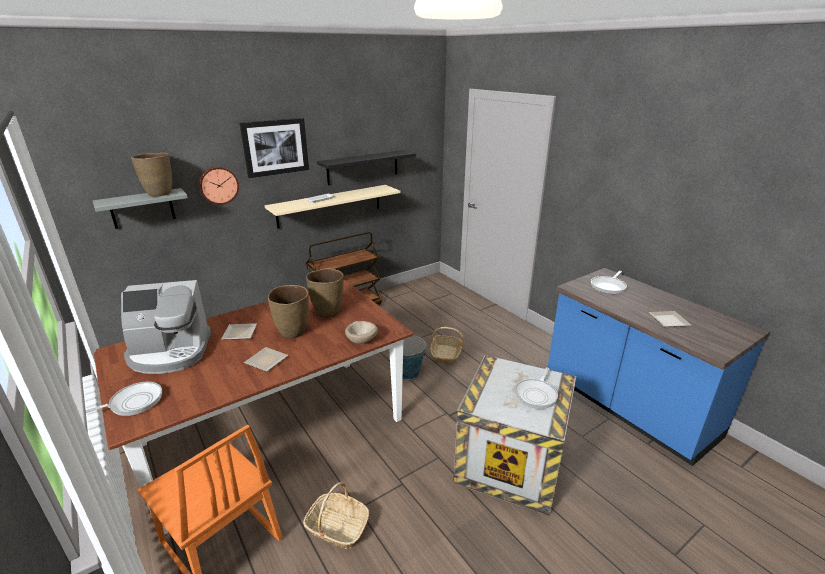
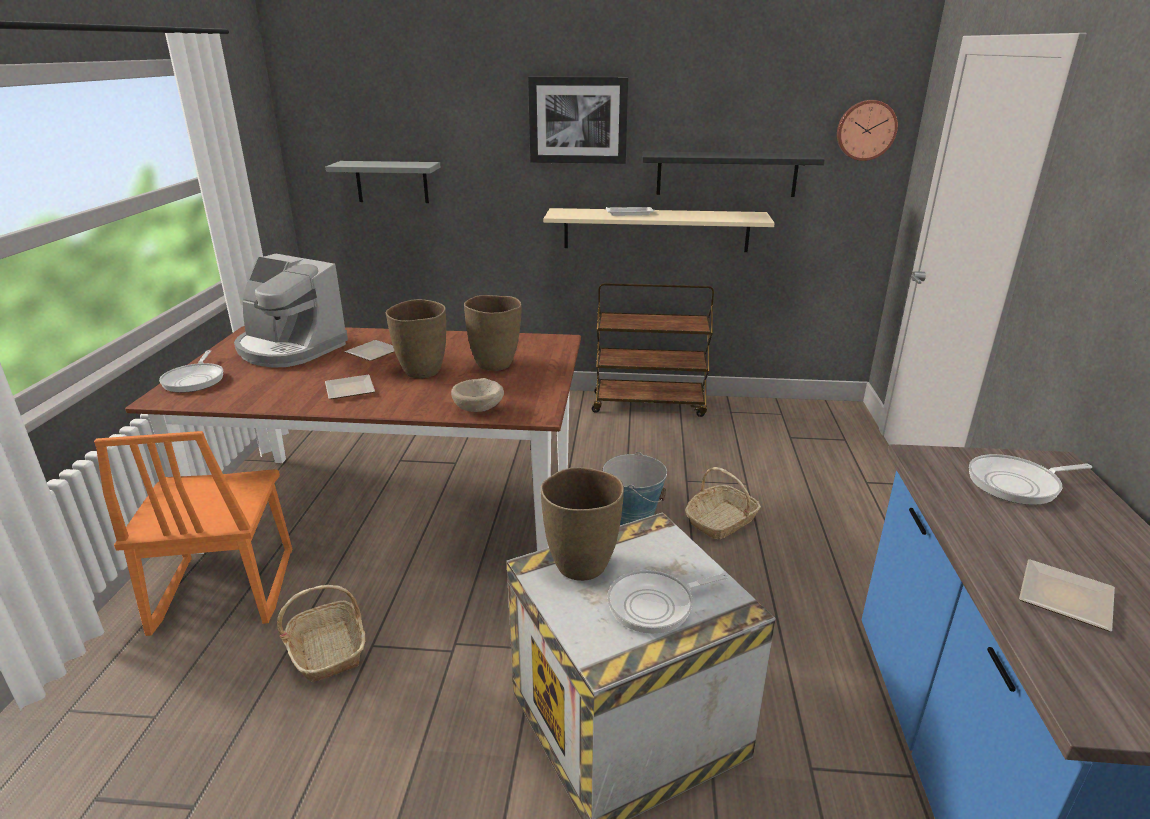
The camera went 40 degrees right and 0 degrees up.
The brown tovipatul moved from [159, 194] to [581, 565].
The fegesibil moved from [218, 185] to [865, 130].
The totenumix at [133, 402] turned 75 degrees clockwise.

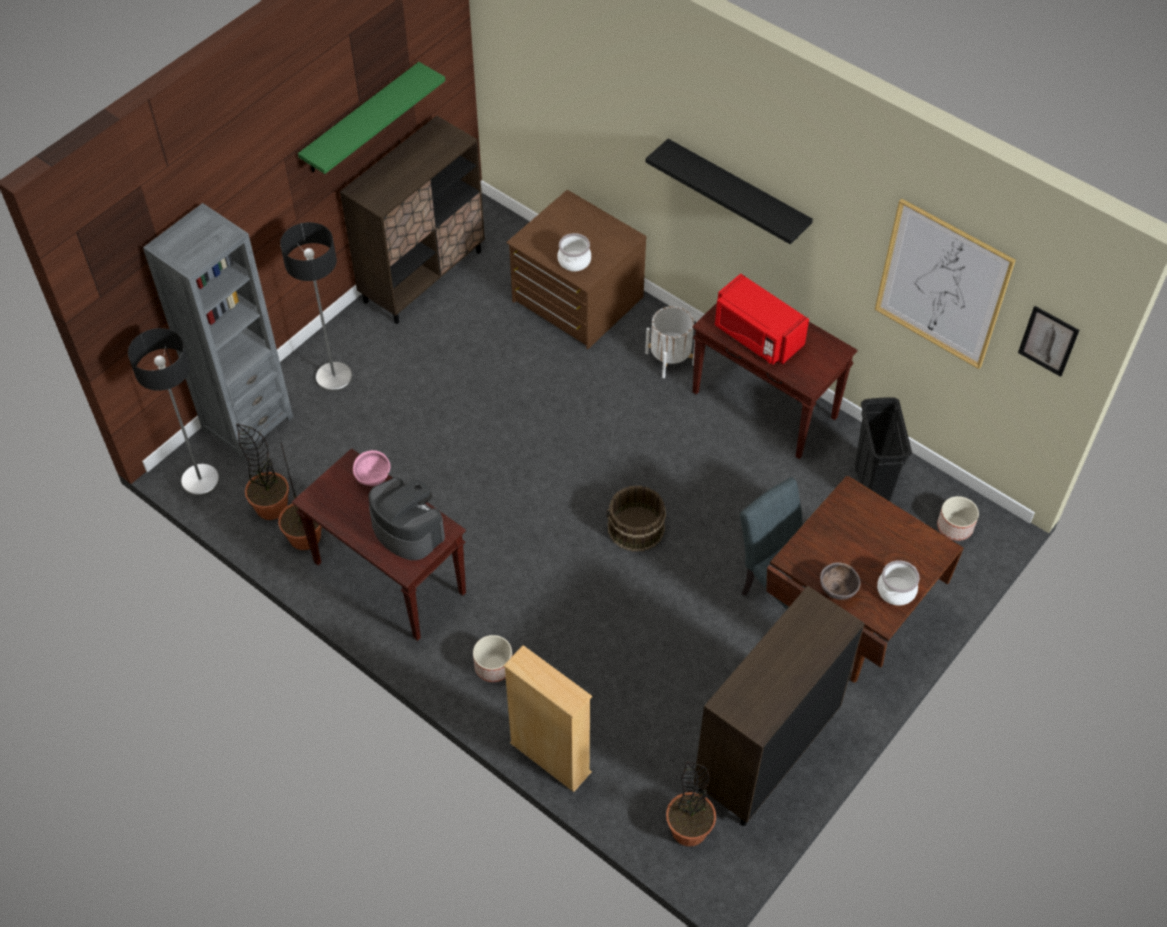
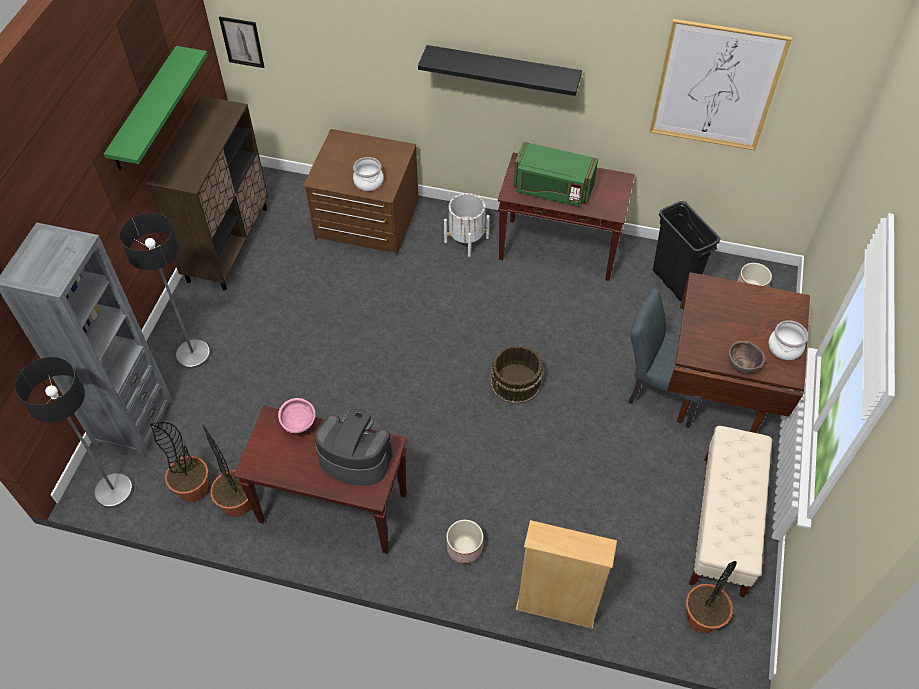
The camera went 25 degrees left and 0 degrees up.
The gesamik moved from [1048, 341] to [242, 42].
The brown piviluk at [766, 753] was replaced by the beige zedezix at [723, 525].
The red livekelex at [757, 336] became the green livekelex at [552, 189].

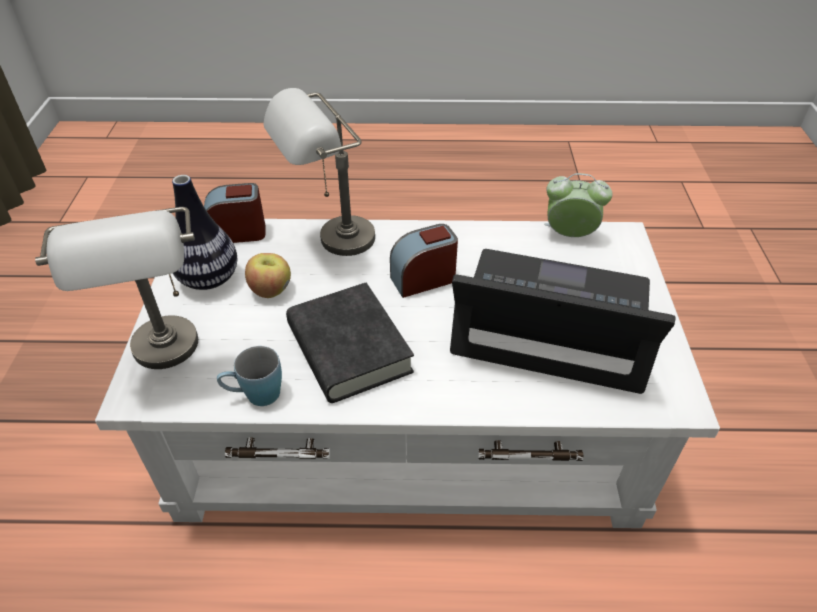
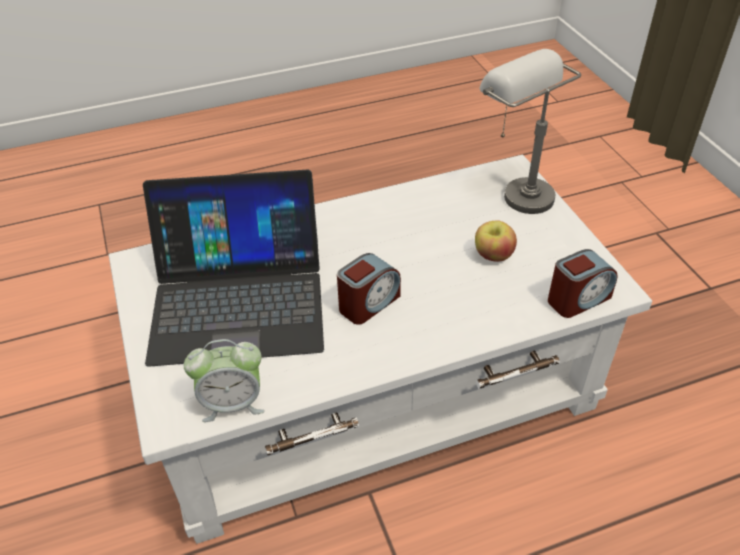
The camera went 160 degrees right and 0 degrees up.
The tovipatul at [209, 279] disappeared.
The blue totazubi at [255, 395] disappeared.
The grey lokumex at [330, 245] disappeared.
The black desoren at [349, 349] disappeared.

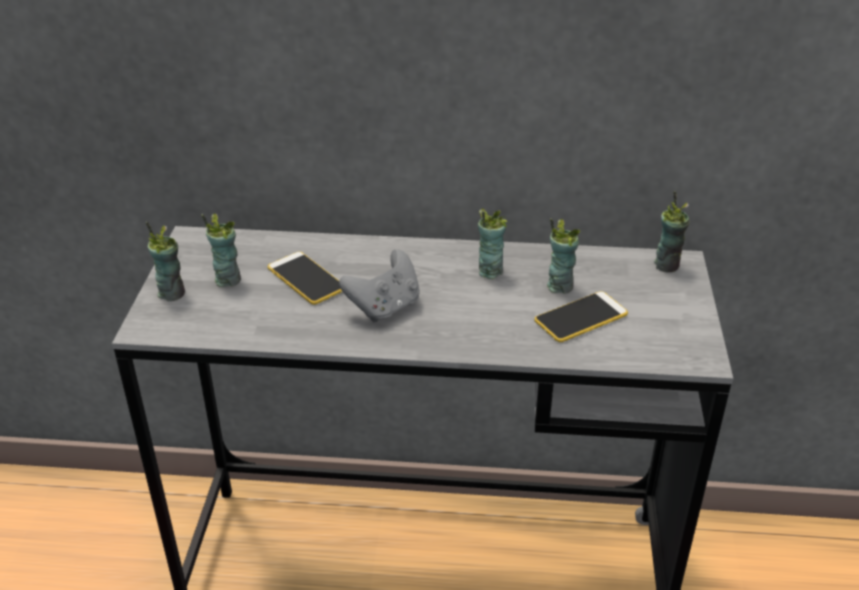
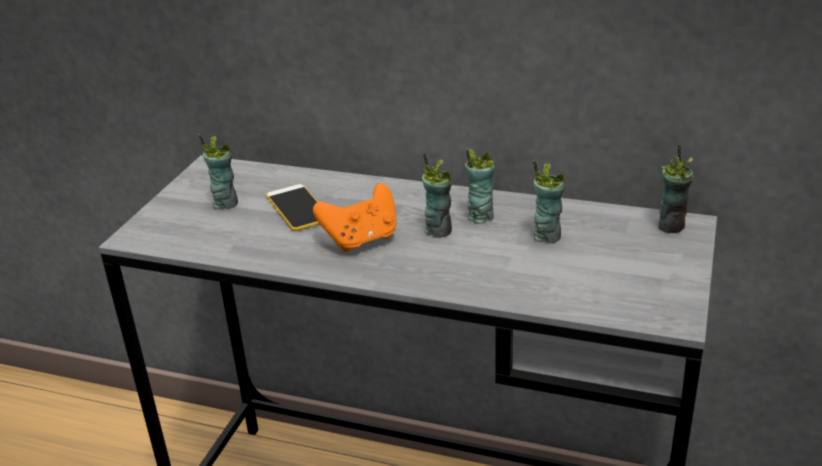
The camera went 15 degrees right and 5 degrees down.
The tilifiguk at [581, 317] disappeared.
The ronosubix moved from [172, 293] to [438, 230].
The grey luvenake at [385, 307] became the orange luvenake at [361, 239].

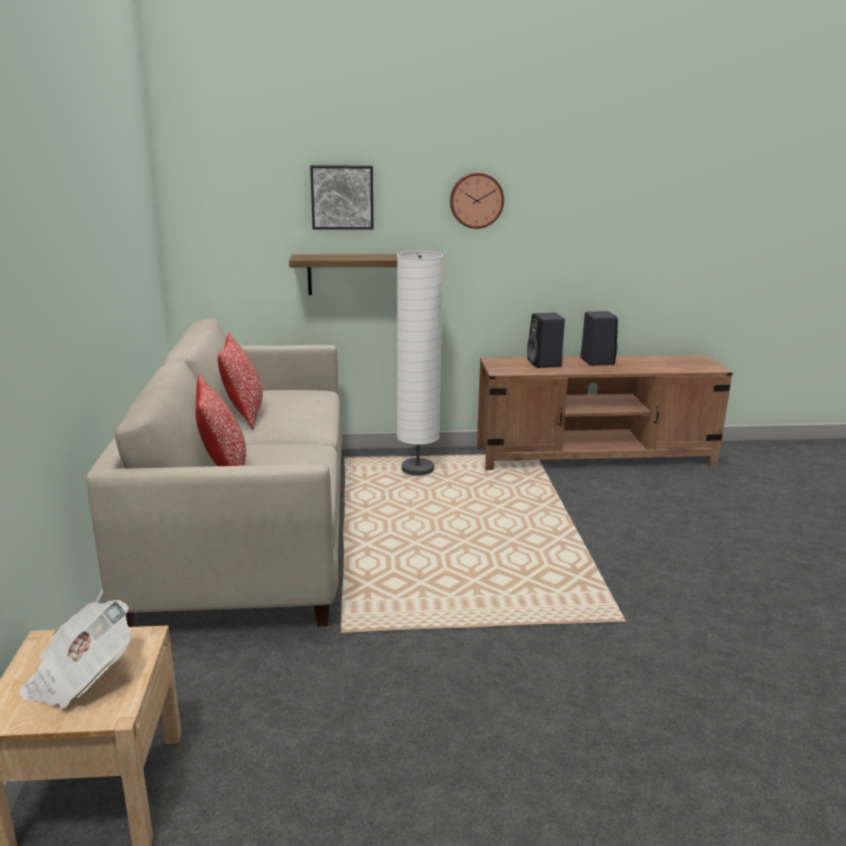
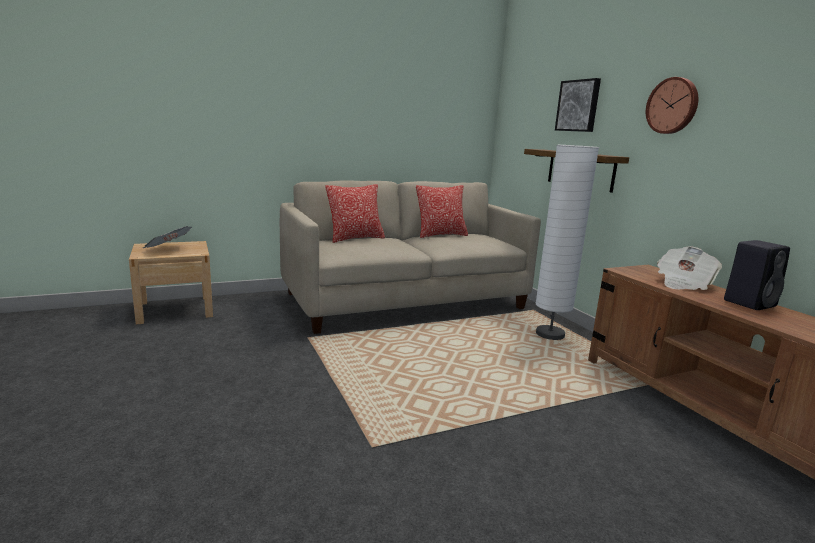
The camera went 70 degrees right and 5 degrees down.
The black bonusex at [545, 364] was replaced by the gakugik at [683, 283].

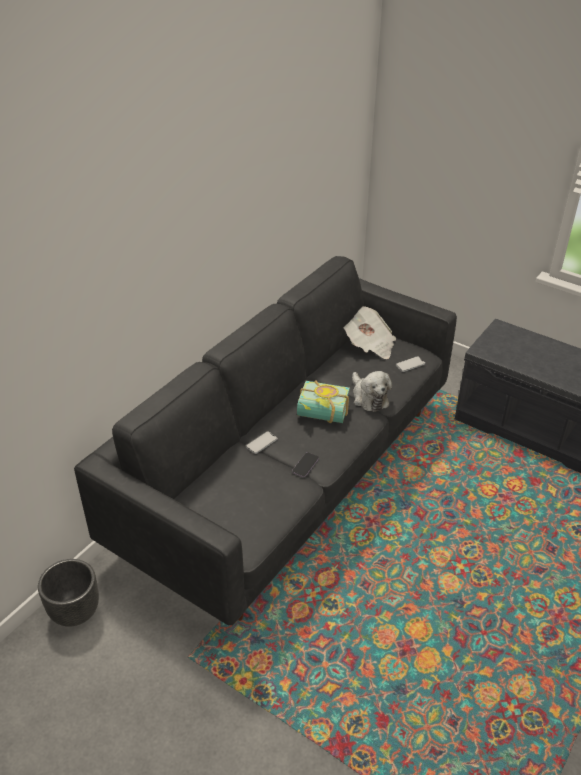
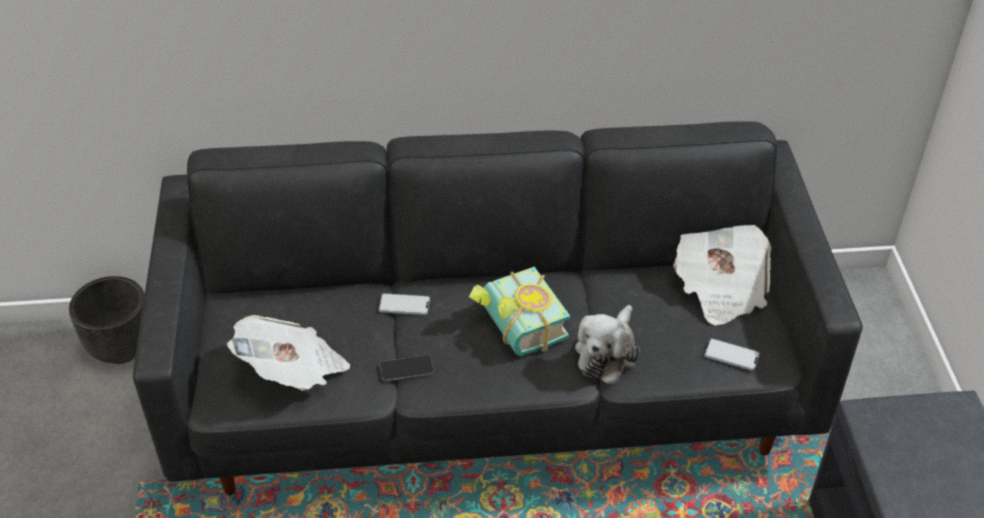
The camera went 50 degrees right and 5 degrees up.
The gakugik at [293, 371] appeared.

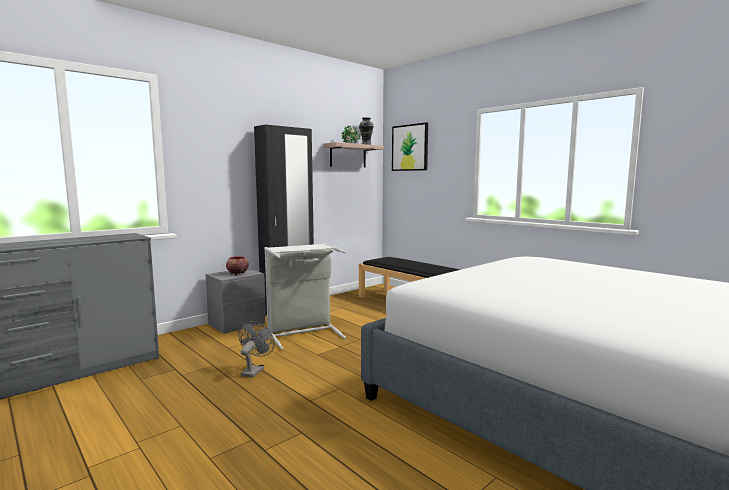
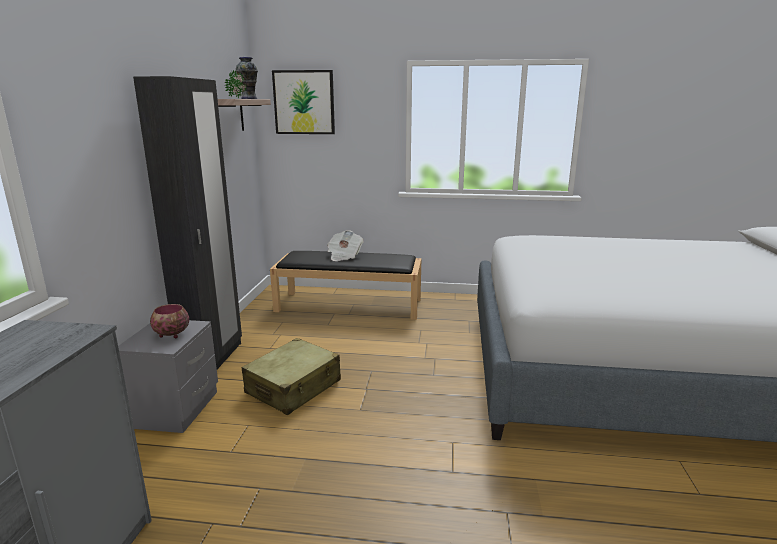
The camera went 40 degrees left and 10 degrees up.
The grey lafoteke at [254, 370] disappeared.
The gakugik at [344, 256] appeared.
The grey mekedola at [303, 333] was replaced by the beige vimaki at [294, 387].

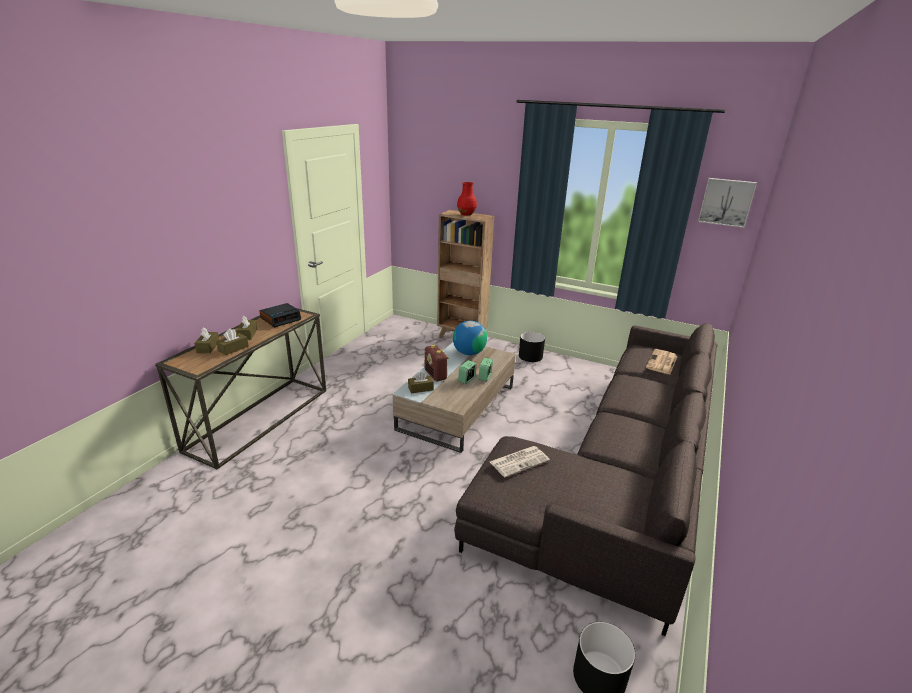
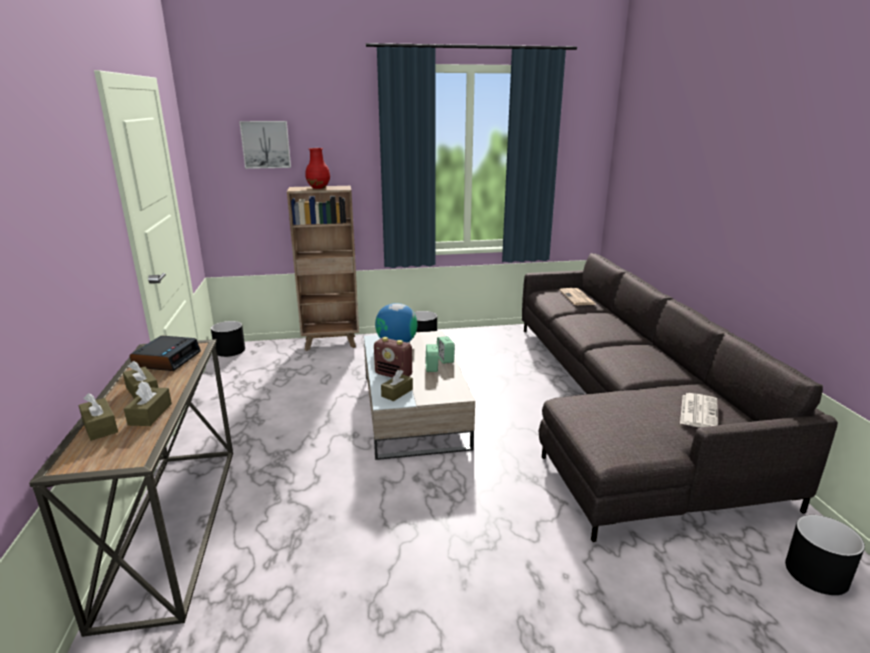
The camera went 35 degrees left and 5 degrees down.
The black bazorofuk at [230, 351] appeared.
The gakugik moved from [519, 461] to [698, 411].
The gesamik moved from [726, 202] to [266, 144].

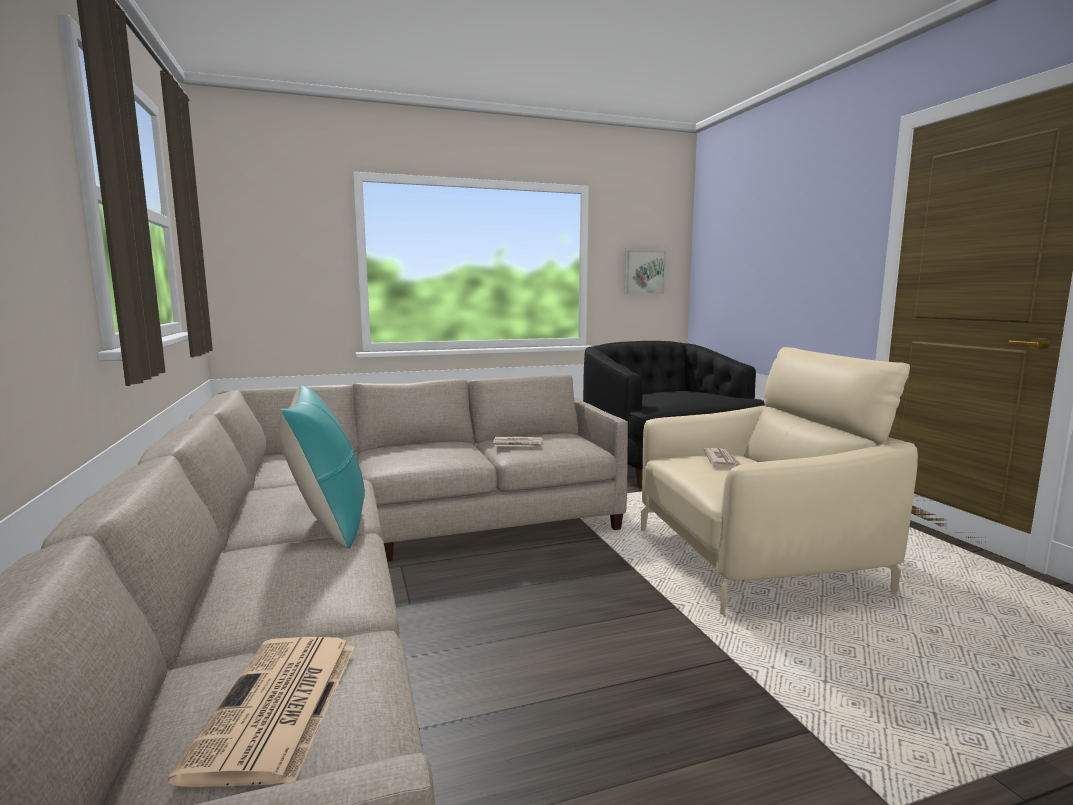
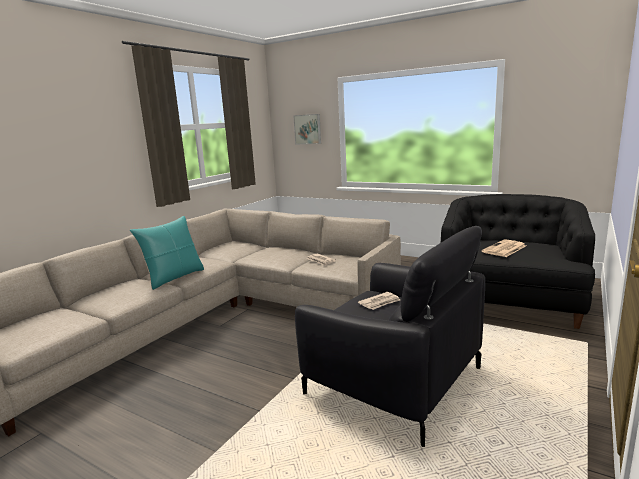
The camera went 50 degrees right and 5 degrees up.
The gakugik moved from [277, 708] to [504, 249].
The gesamik moved from [643, 272] to [308, 129].
The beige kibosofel at [753, 560] became the black kibosofel at [393, 381].

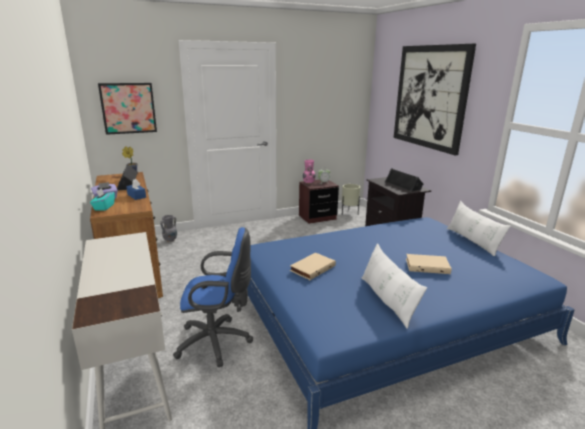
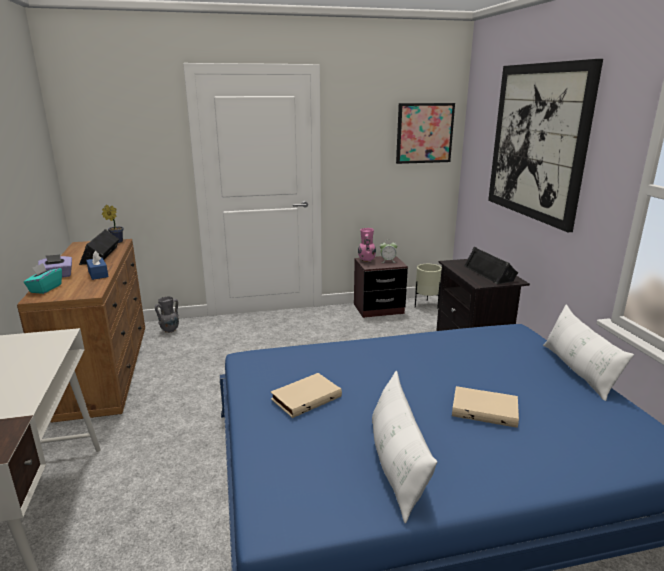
The camera went 10 degrees right and 0 degrees up.
The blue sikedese at [217, 342] disappeared.
The gesamik moved from [128, 108] to [424, 133].

